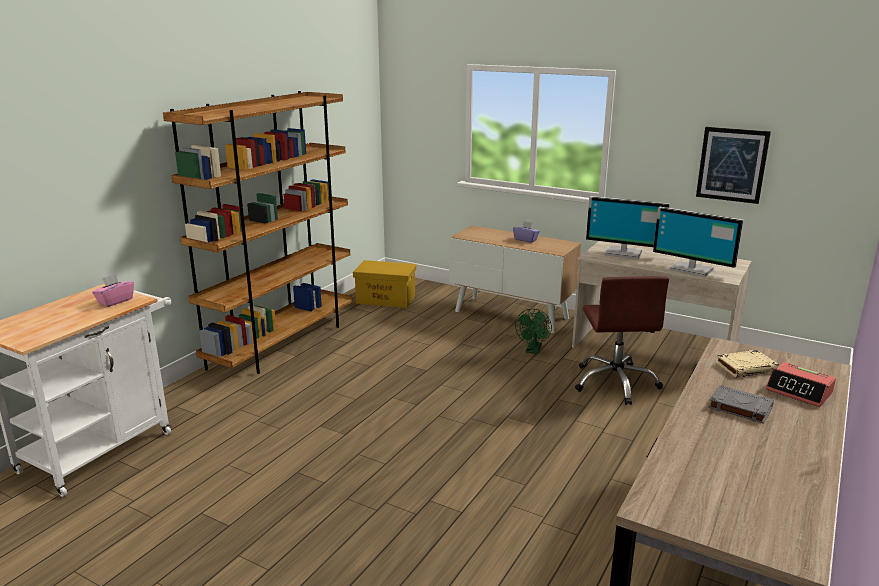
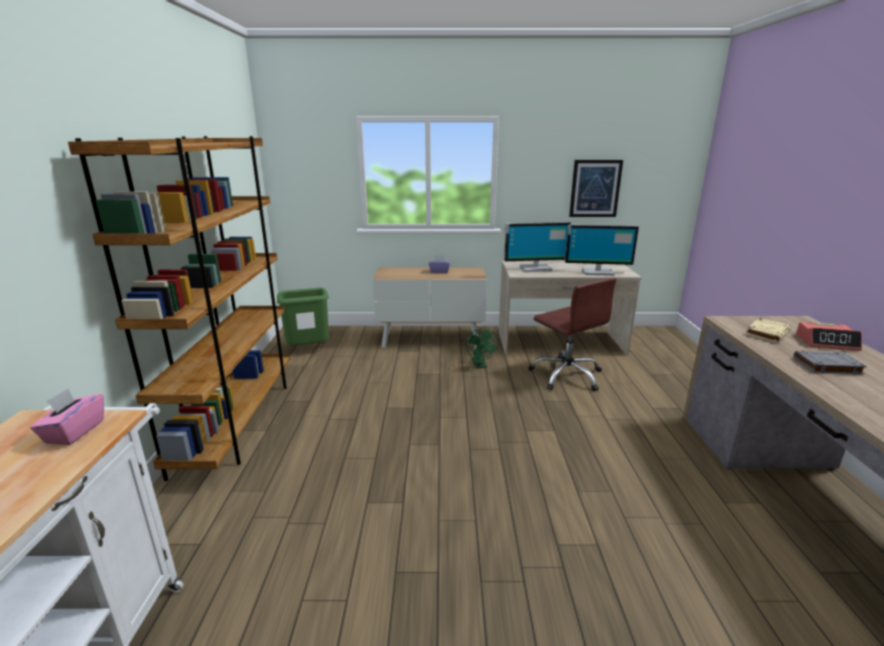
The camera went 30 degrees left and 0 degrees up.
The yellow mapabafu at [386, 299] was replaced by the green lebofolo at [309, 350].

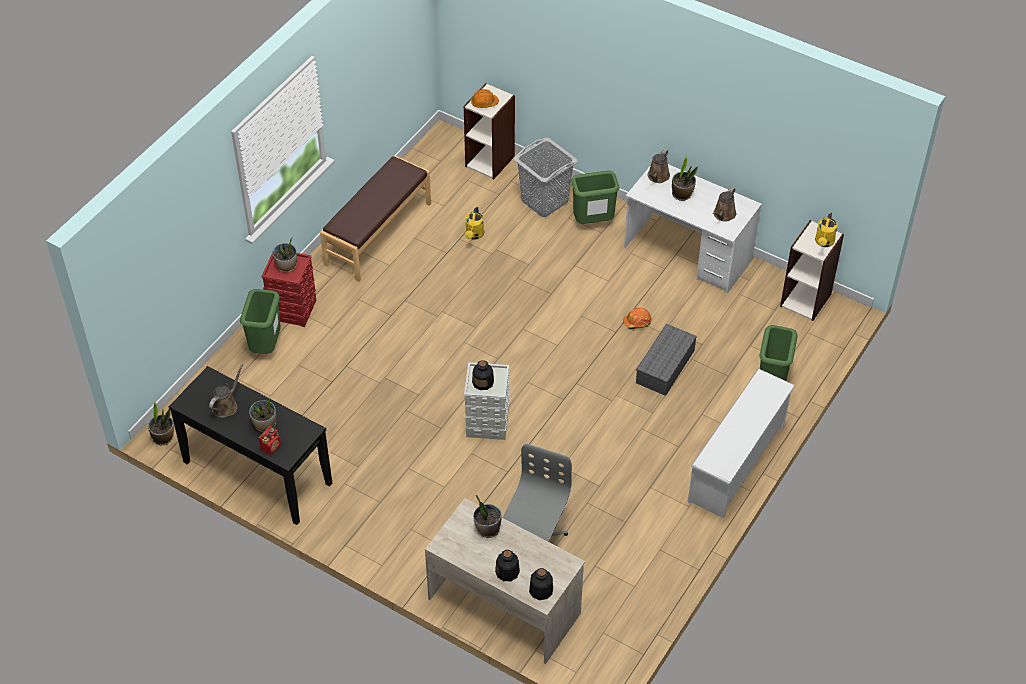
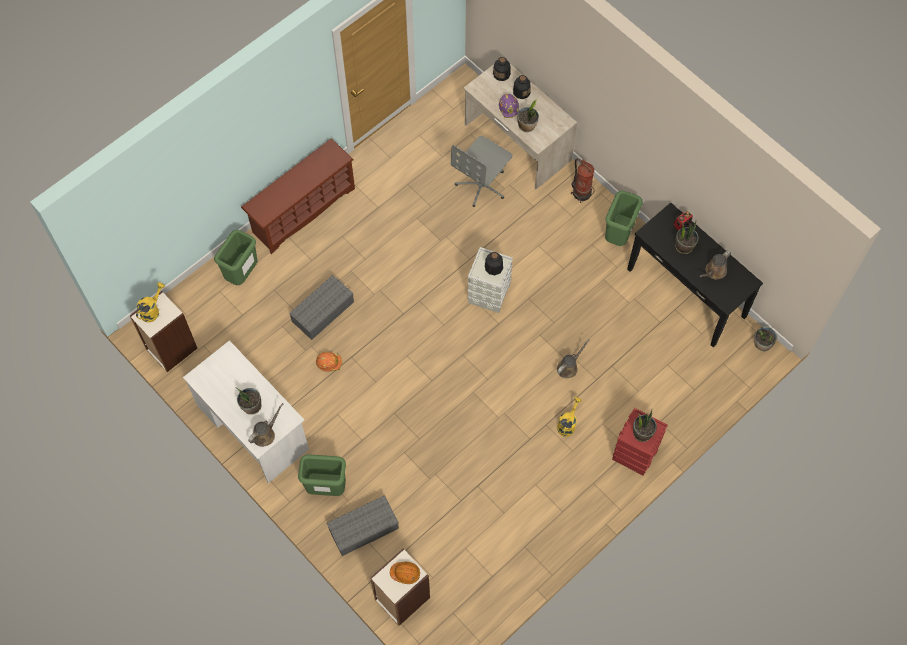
The camera went 165 degrees left and 15 degrees up.
The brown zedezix at [377, 233] disappeared.
The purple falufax at [509, 108] appeared.
The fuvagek at [581, 192] appeared.
The green lebofolo moved from [265, 346] to [618, 235].
The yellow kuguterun moved from [474, 235] to [567, 424].
The brown kuguterun moved from [723, 215] to [568, 367].
The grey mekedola at [544, 201] was replaced by the grey mapabafu at [364, 527].
The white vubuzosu at [737, 465] became the brown vubuzosu at [303, 209].

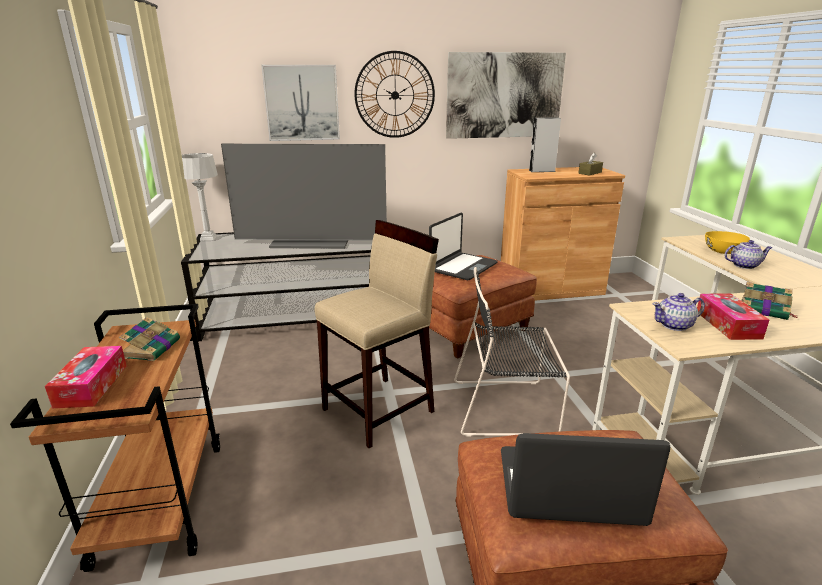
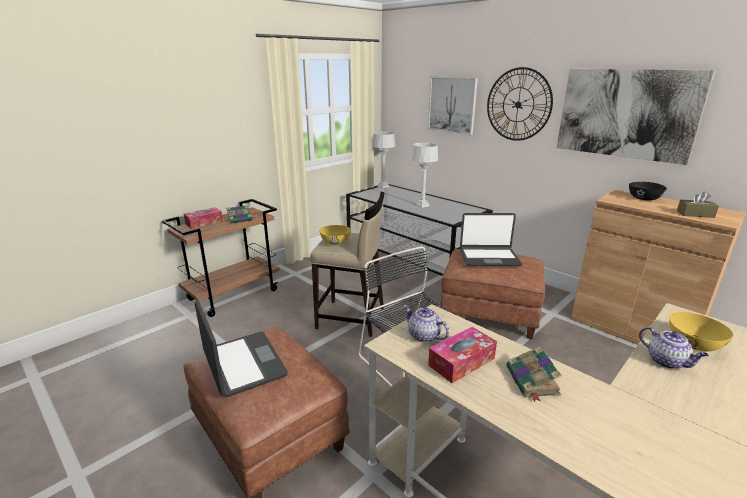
The camera went 55 degrees right and 0 degrees up.
The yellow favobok at [335, 242] appeared.
The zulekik at [311, 242] was replaced by the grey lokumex at [422, 205].
The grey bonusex at [542, 171] was replaced by the black favobok at [644, 199].

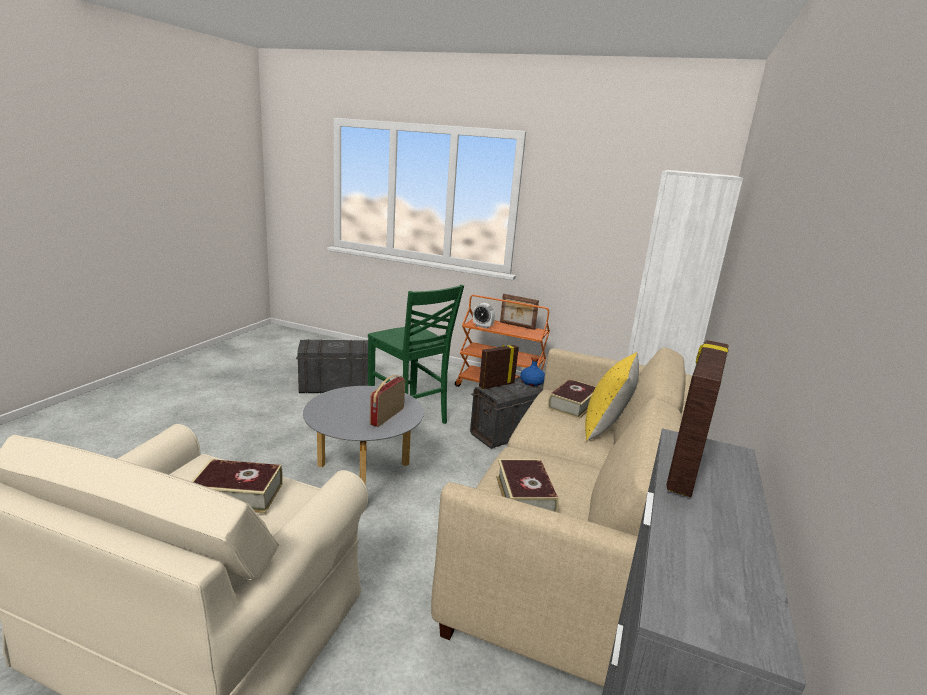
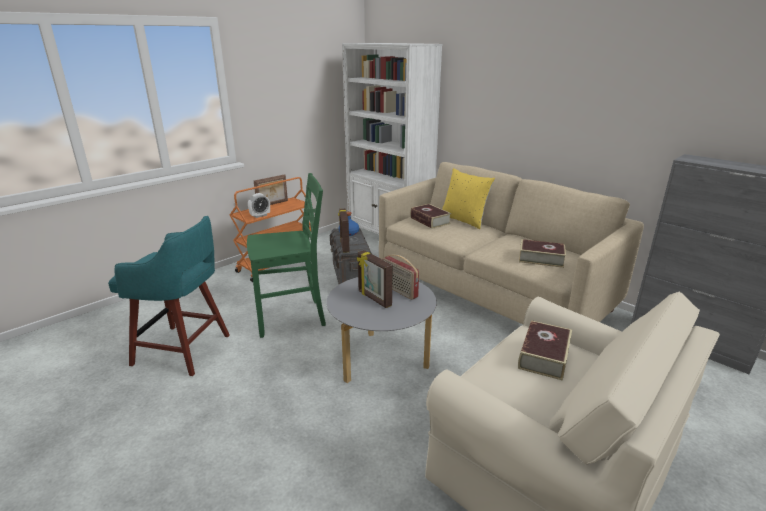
The camera went 65 degrees left and 5 degrees up.
The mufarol moved from [683, 466] to [374, 299].
The grey mapabafu at [335, 387] was replaced by the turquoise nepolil at [184, 350].

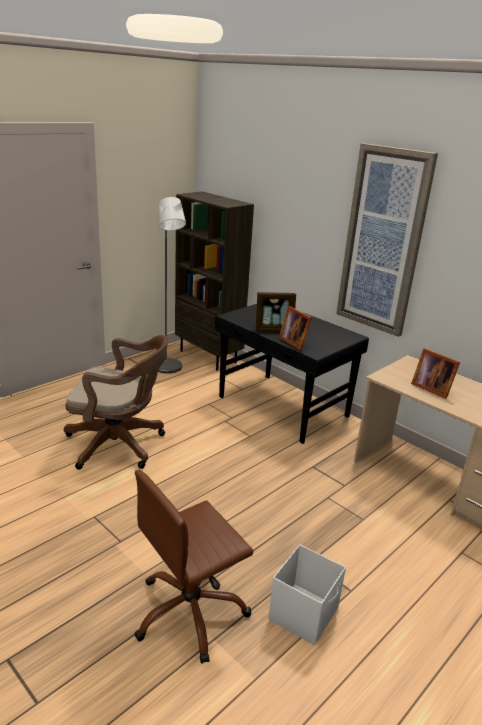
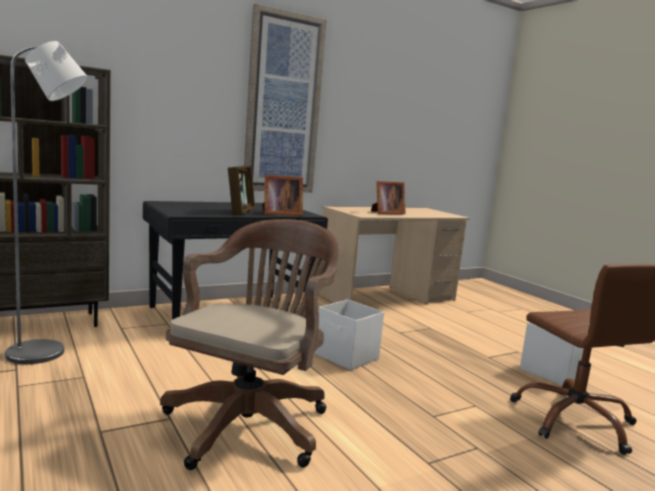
The camera went 75 degrees left and 15 degrees down.
The white mapabafu at [347, 357] appeared.

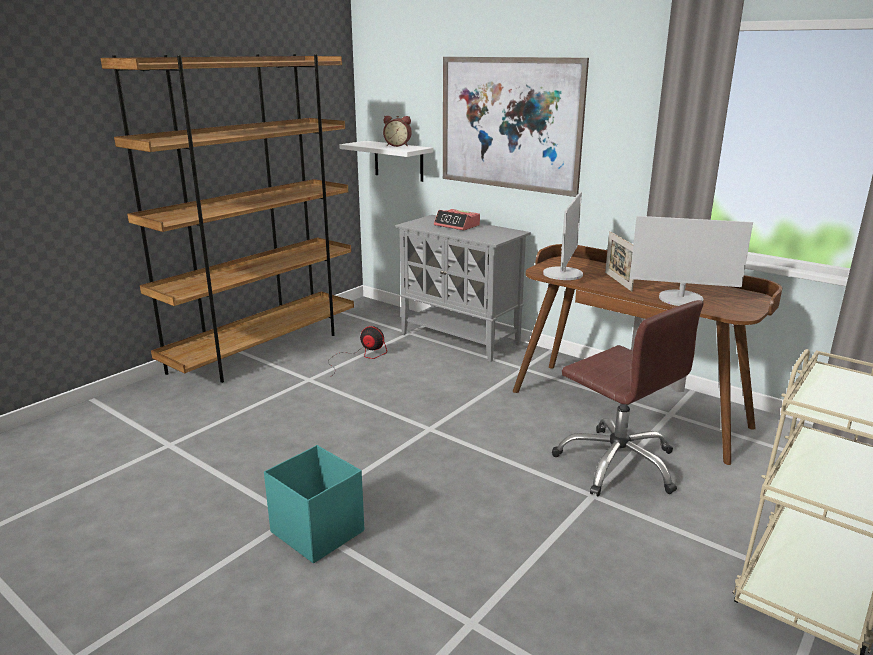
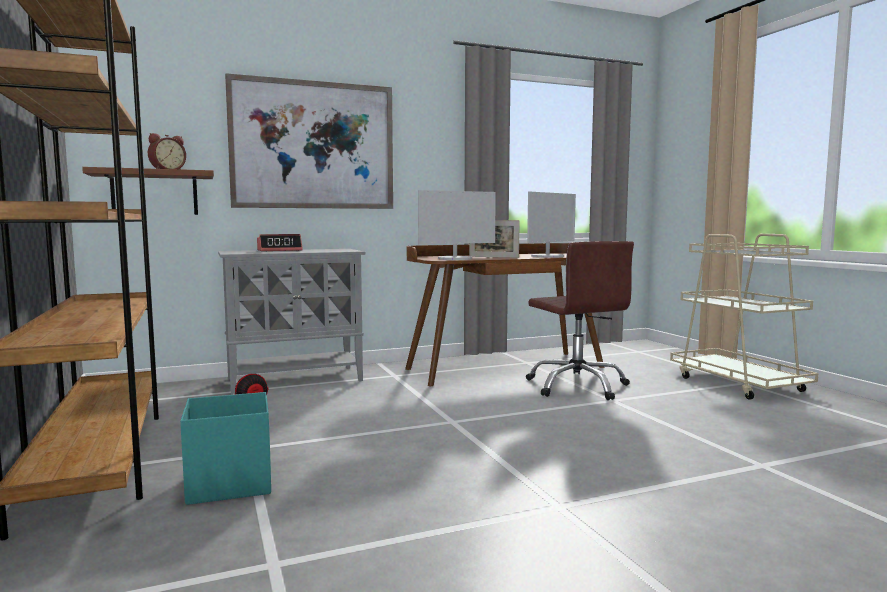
The camera went 60 degrees left and 15 degrees down.
The turquoise mapabafu moved from [317, 531] to [228, 484].
The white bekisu at [398, 161] became the brown bekisu at [154, 193].
The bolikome at [563, 274] turned 105 degrees clockwise.
The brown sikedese at [618, 463] turned 75 degrees clockwise.

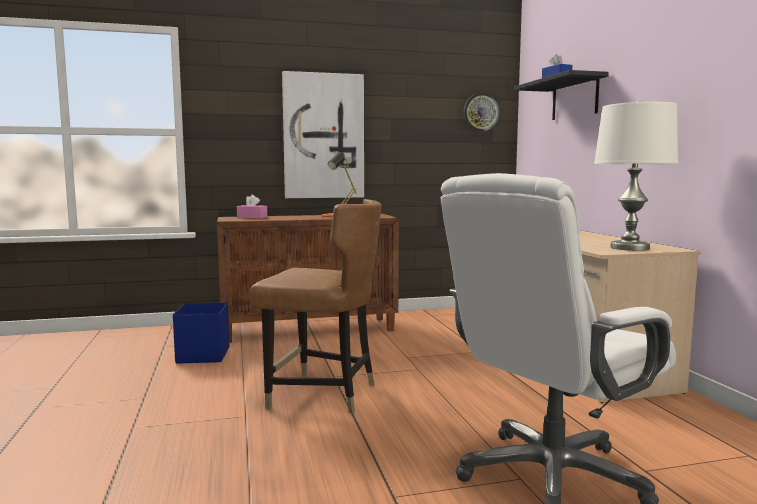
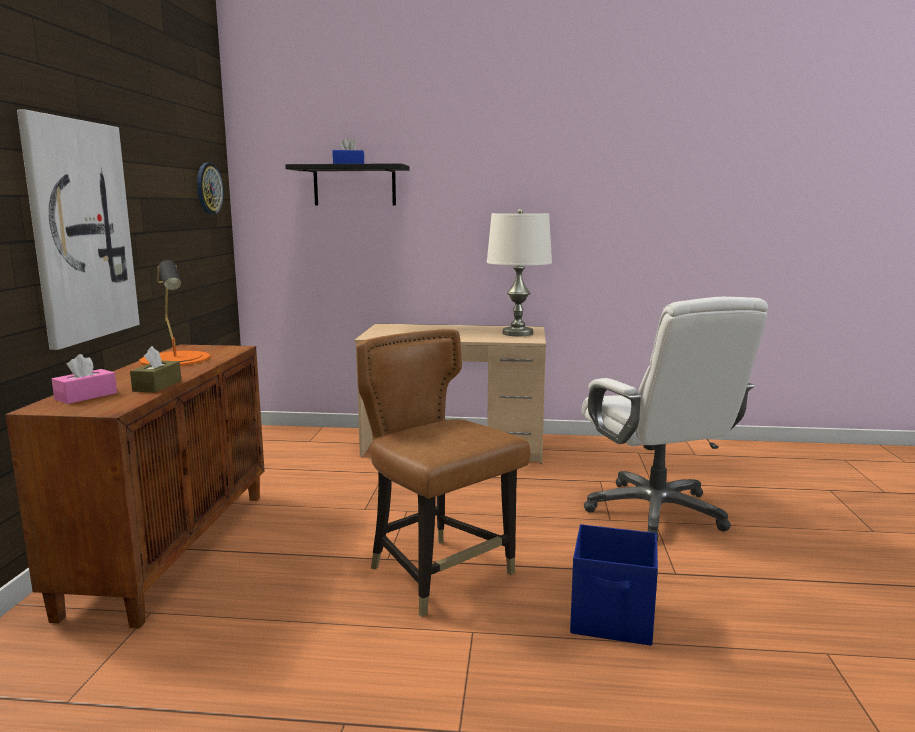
The camera went 70 degrees left and 5 degrees up.
The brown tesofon at [157, 386] appeared.
The blue mapabafu moved from [202, 355] to [613, 619].
The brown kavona at [322, 394] turned 75 degrees counterclockwise.

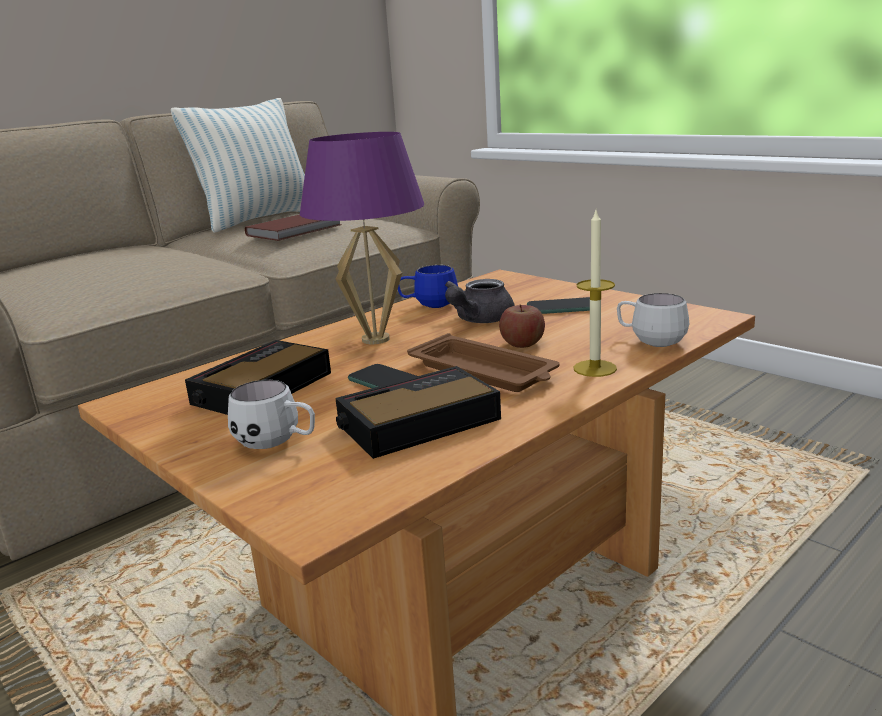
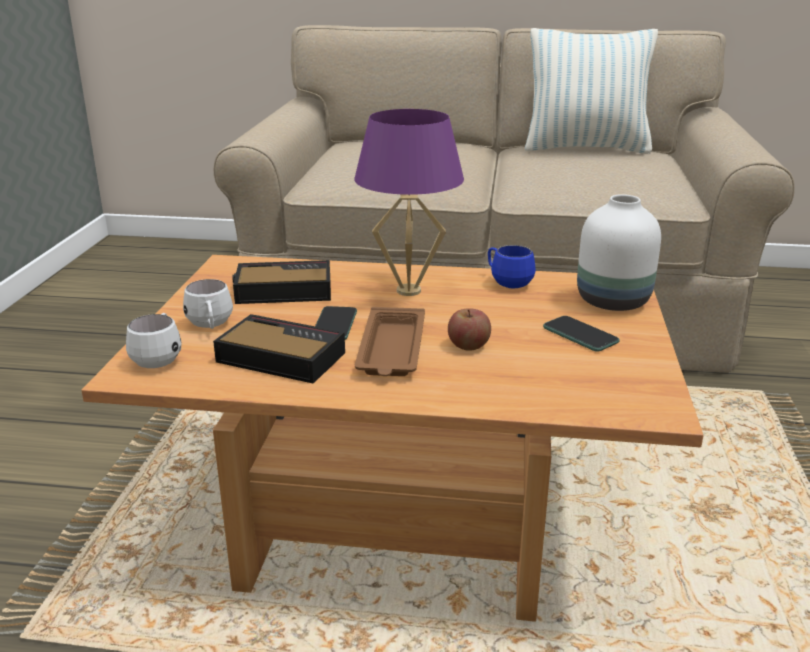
The camera went 50 degrees right and 5 degrees up.
The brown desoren at [296, 230] disappeared.
The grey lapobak at [478, 320] disappeared.
The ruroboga at [595, 368] disappeared.
The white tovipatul at [612, 302] appeared.
The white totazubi moved from [650, 341] to [159, 358].

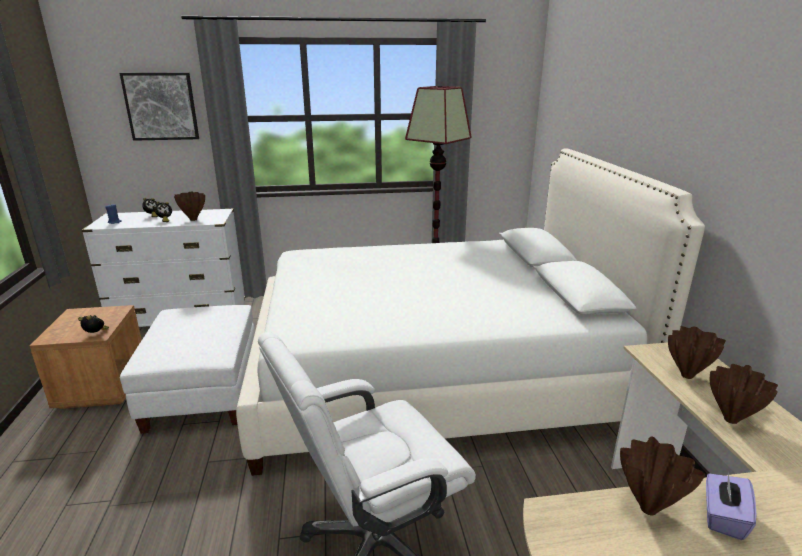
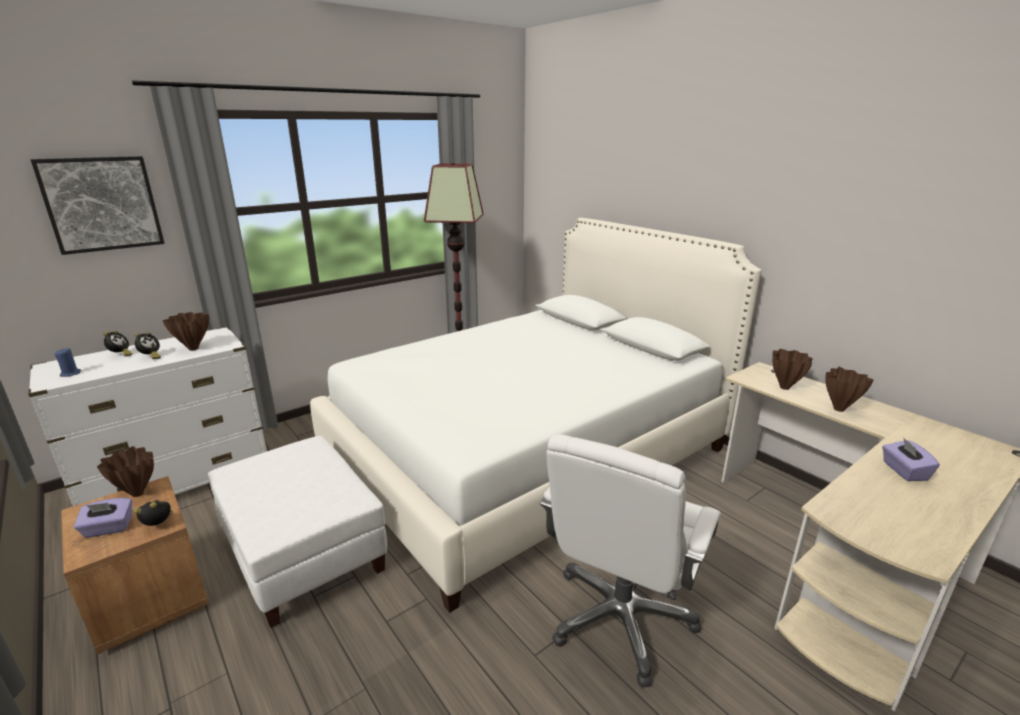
The camera went 30 degrees left and 0 degrees up.
The purple tesofon at [108, 528] appeared.
The brown tovipatul moved from [646, 508] to [136, 494].

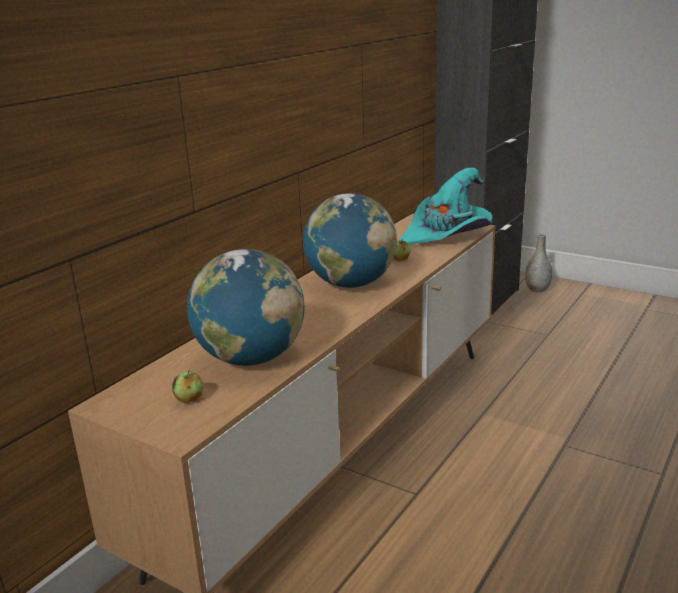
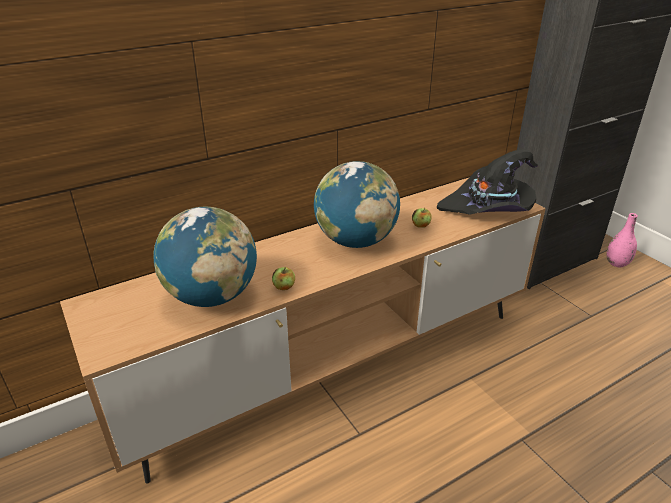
The camera went 25 degrees right and 10 degrees up.
The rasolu moved from [189, 399] to [284, 287].
The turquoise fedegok at [447, 235] became the black fedegok at [488, 208].
The grey tovipatul at [537, 289] became the pink tovipatul at [616, 263].

